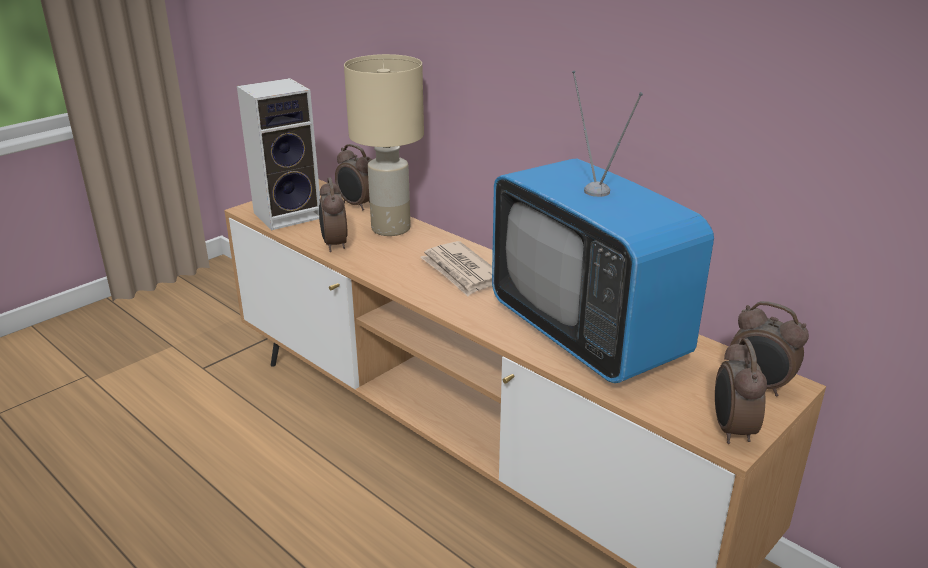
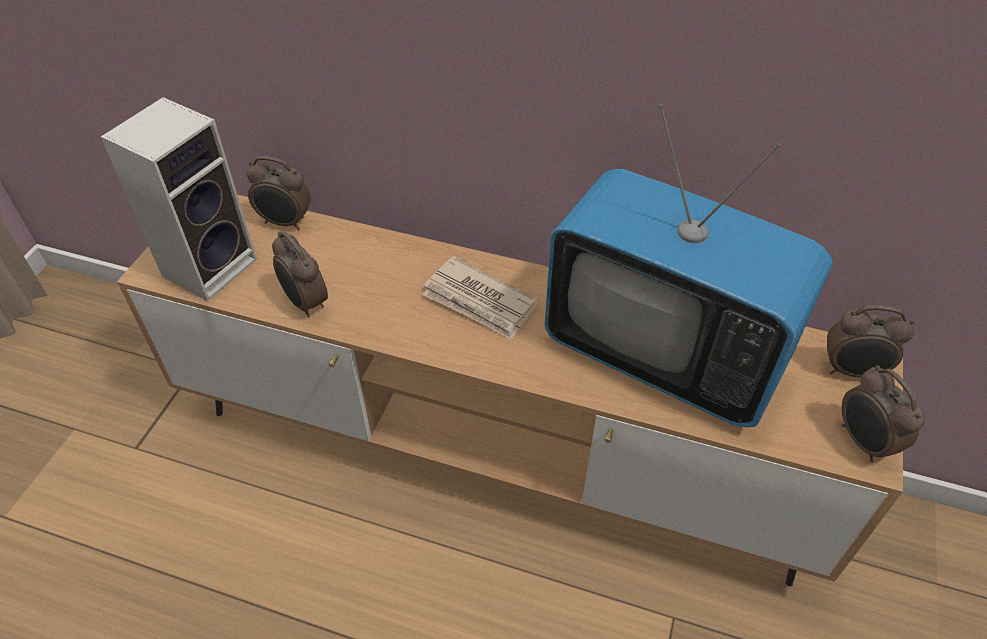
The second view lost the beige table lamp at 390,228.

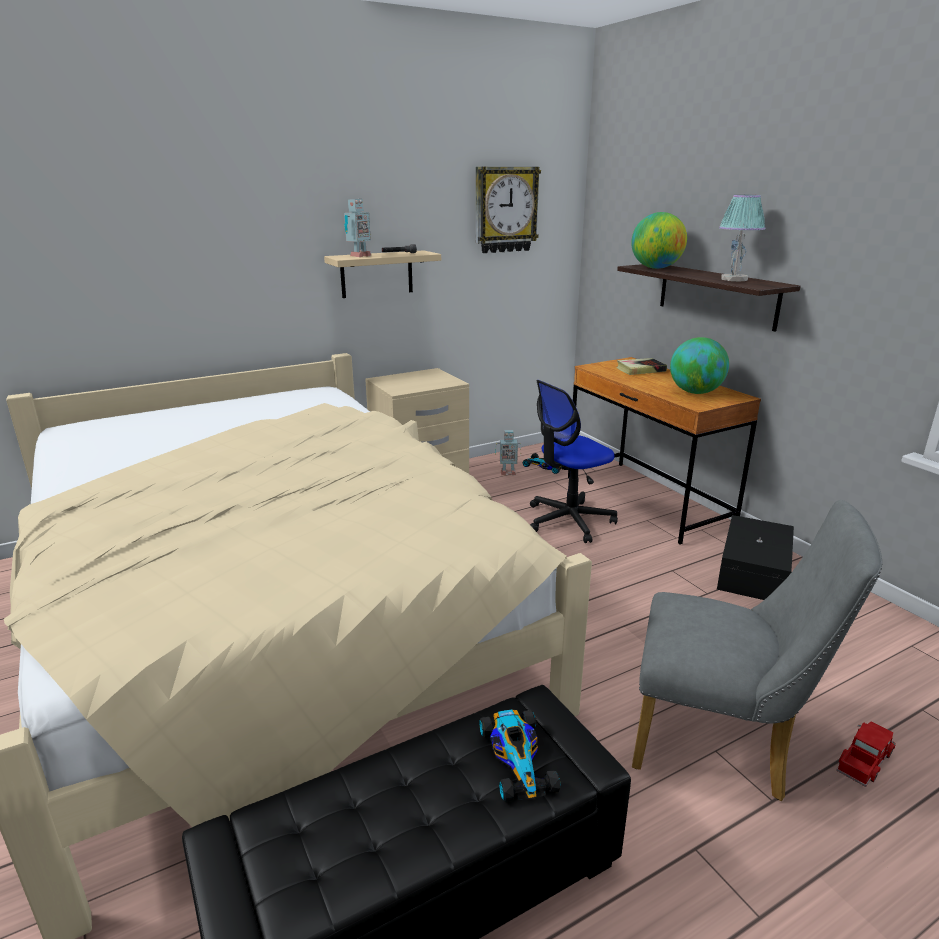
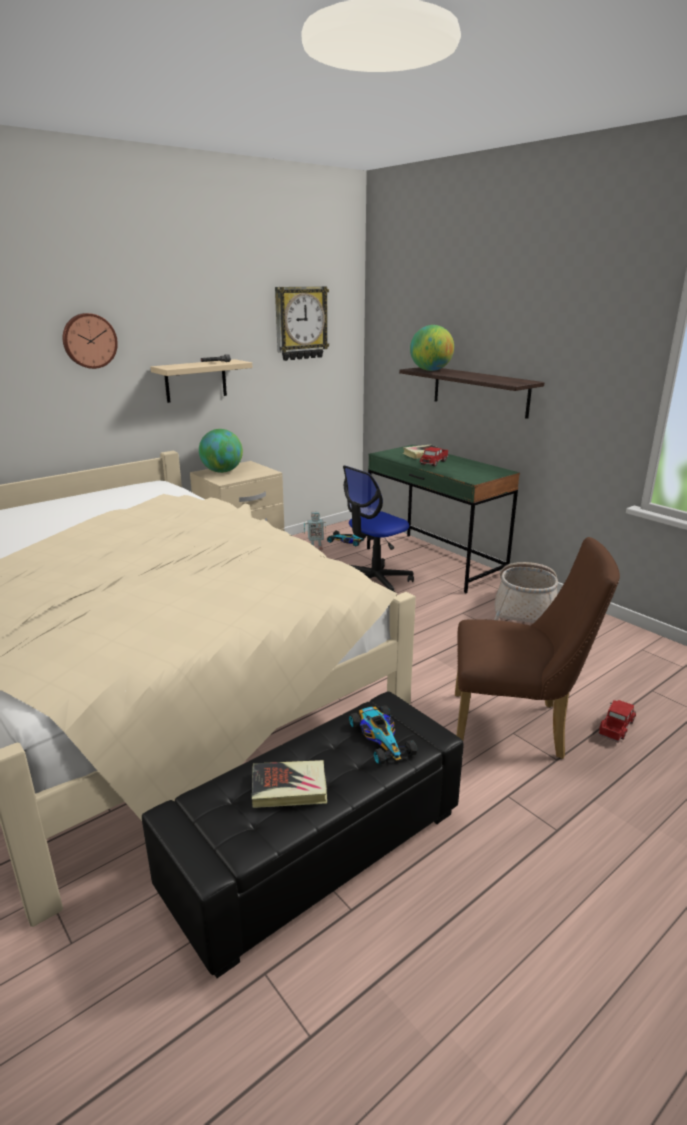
The second view gained the wall clock at 89,341. The globe ended up elsewhere, having gone from 695,392 to 222,471. The second view gained the book at 289,788. What was the brown desk at 646,500 turned into the green desk at 434,562. The second view gained the toy truck at 434,462. What was the grey chair at 721,743 turned into the brown chair at 516,727. Where the black storage box stood at 755,572, the basket came to stand at 525,609. The second view lost the toy robot at 358,256. The second view lost the table lamp at 734,279.

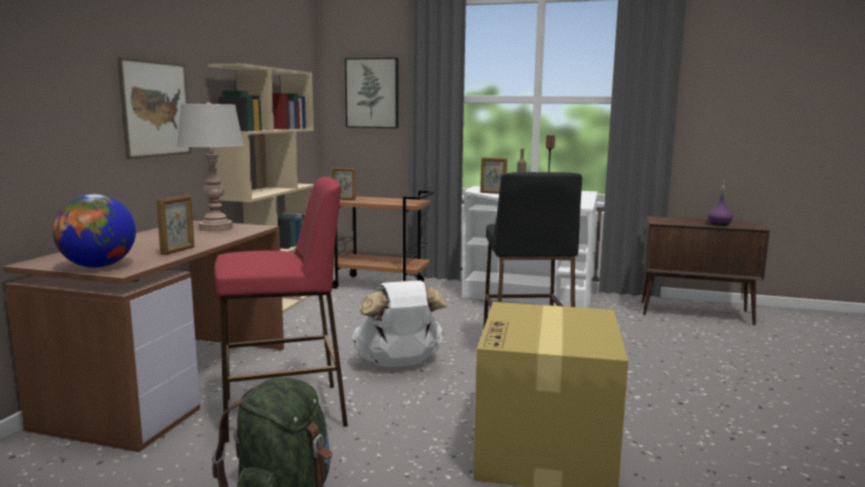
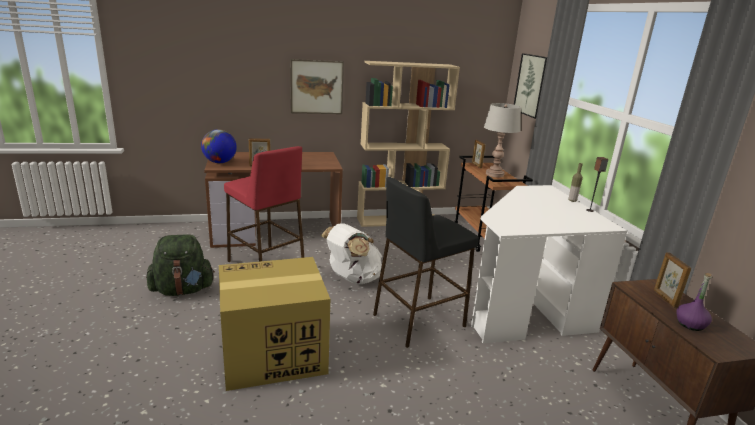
The grey table lamp ended up elsewhere, having gone from 215,228 to 494,174. The picture frame ended up elsewhere, having gone from 492,193 to 665,298.

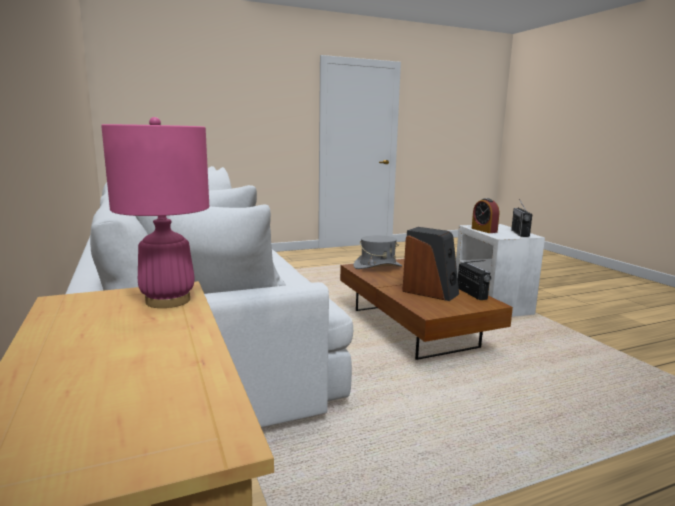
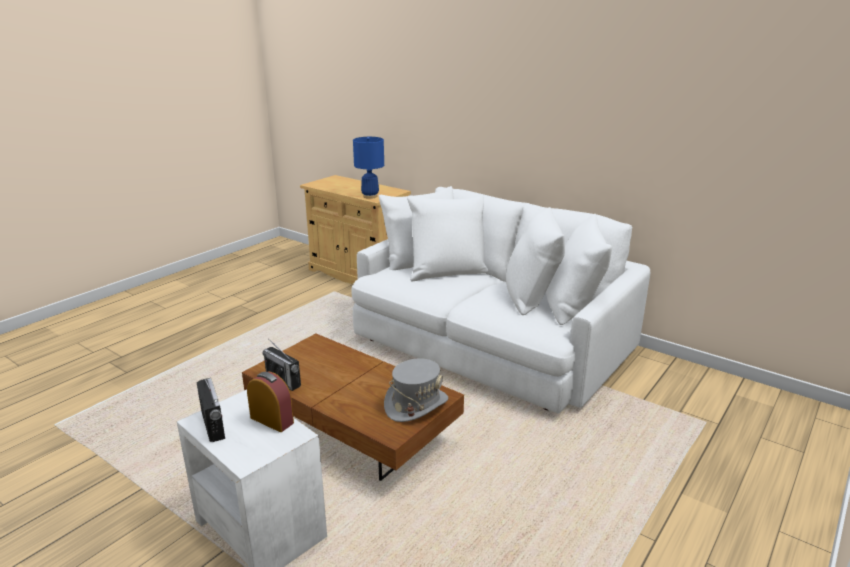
What was the pink table lamp at 168,300 turned into the blue table lamp at 370,196. The second view lost the speaker at 430,292.

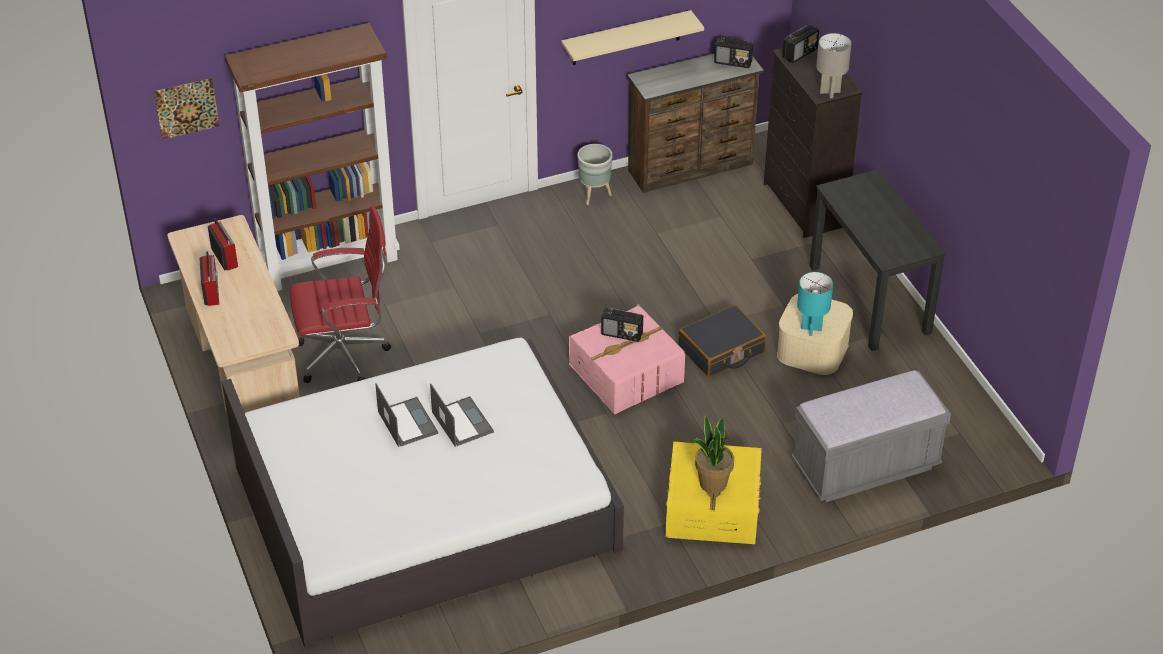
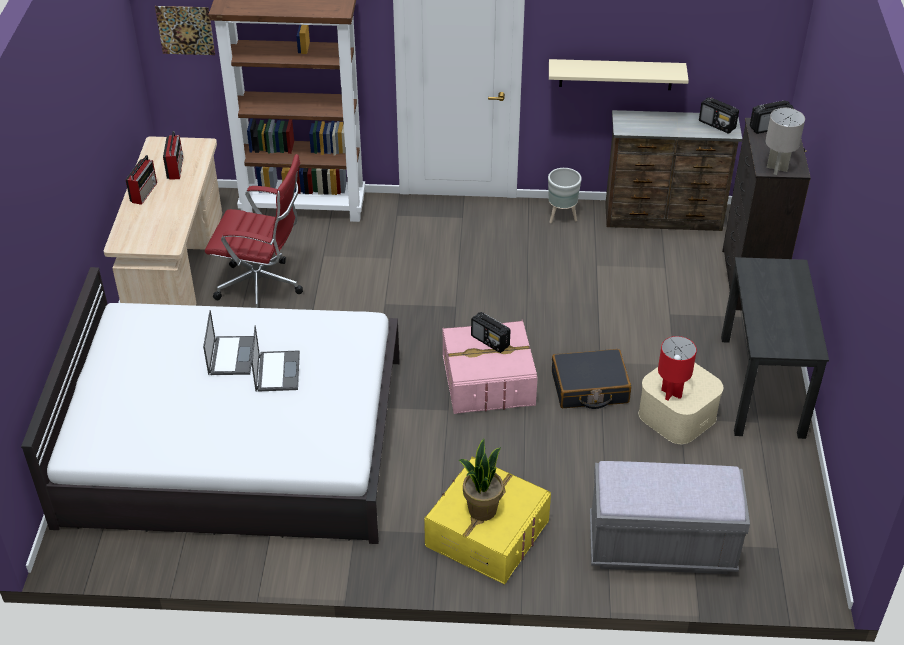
What was the turquoise table lamp at 811,328 turned into the red table lamp at 671,393.

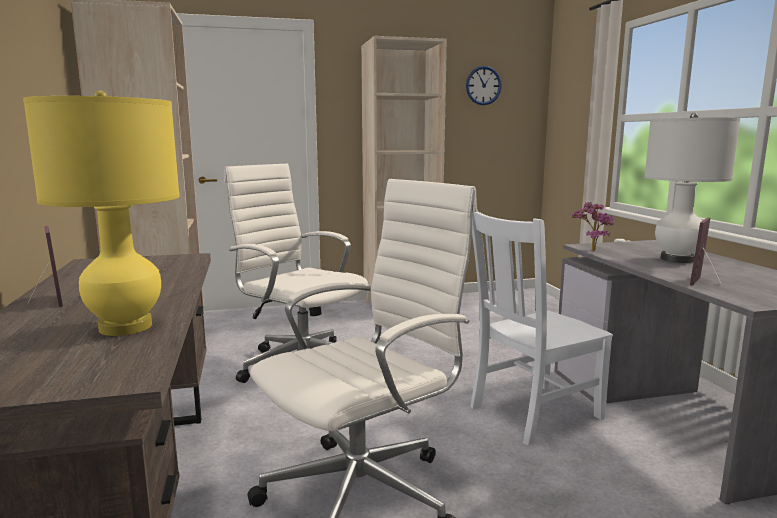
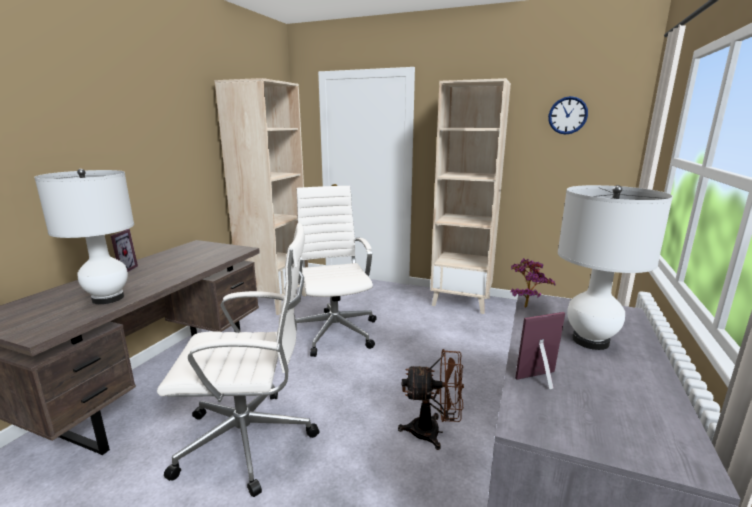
What was the yellow table lamp at 125,327 turned into the white table lamp at 108,298. Where the white chair stood at 532,413, the brown fan came to stand at 433,432.

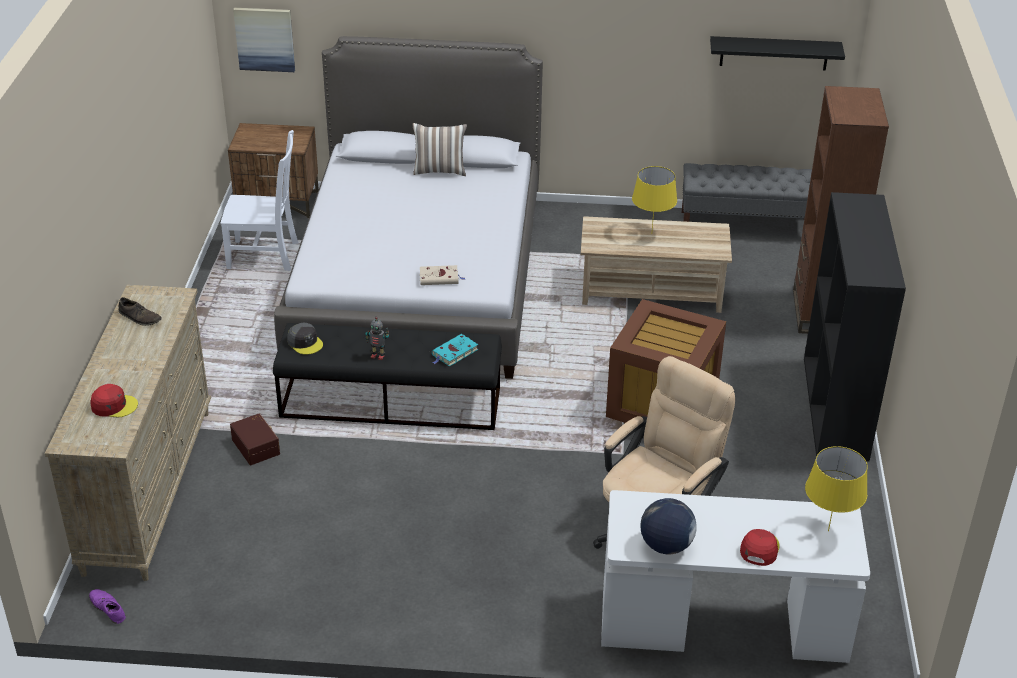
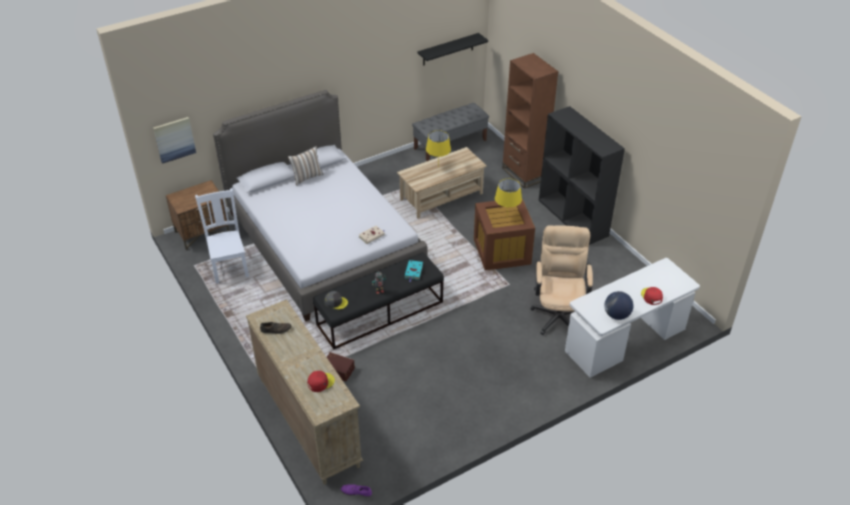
The white chair at 265,256 ended up facing another way, 75 degrees counterclockwise from before. The yellow table lamp ended up elsewhere, having gone from 828,531 to 506,217.

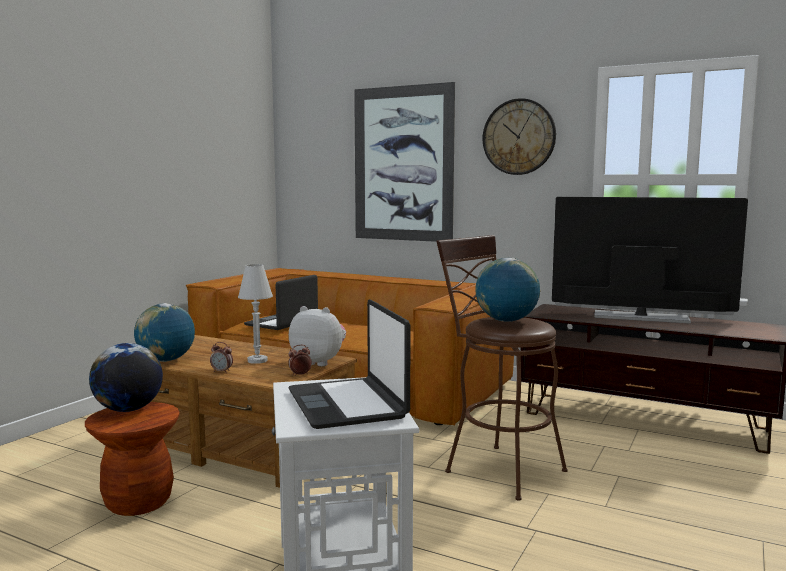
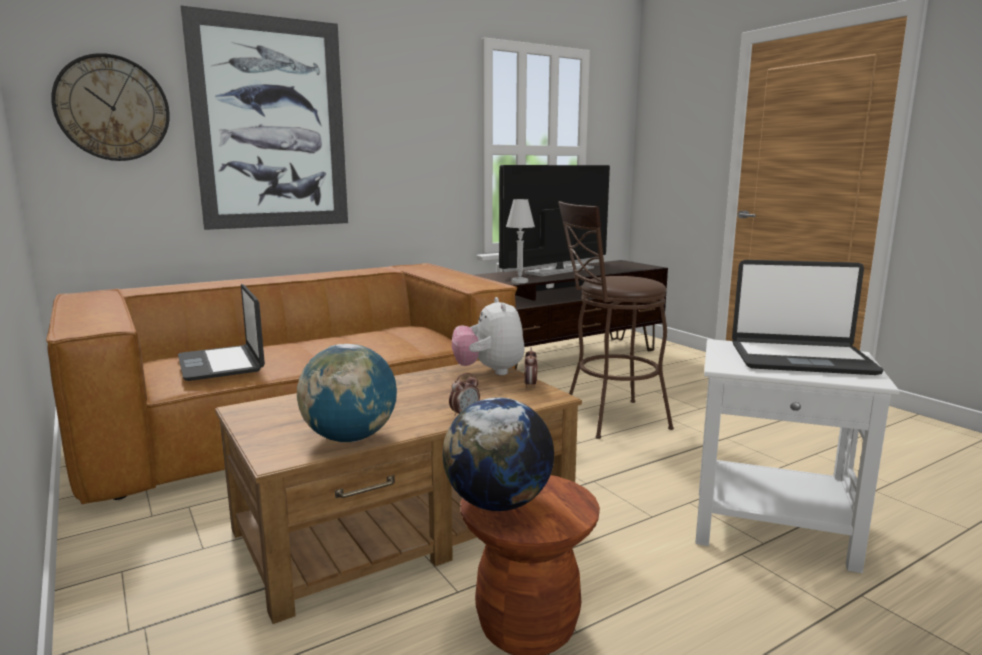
The wall clock ended up elsewhere, having gone from 519,137 to 112,108. The plush toy at 319,362 ended up facing another way, 60 degrees counterclockwise from before. The white table lamp ended up elsewhere, having gone from 257,360 to 519,281. The second view lost the globe at 506,321.

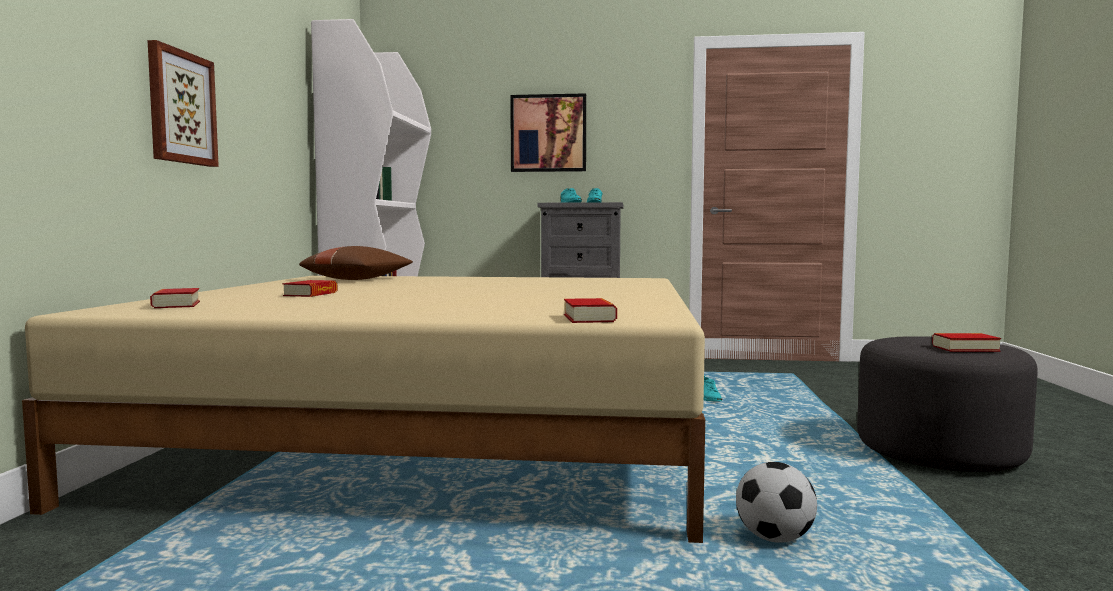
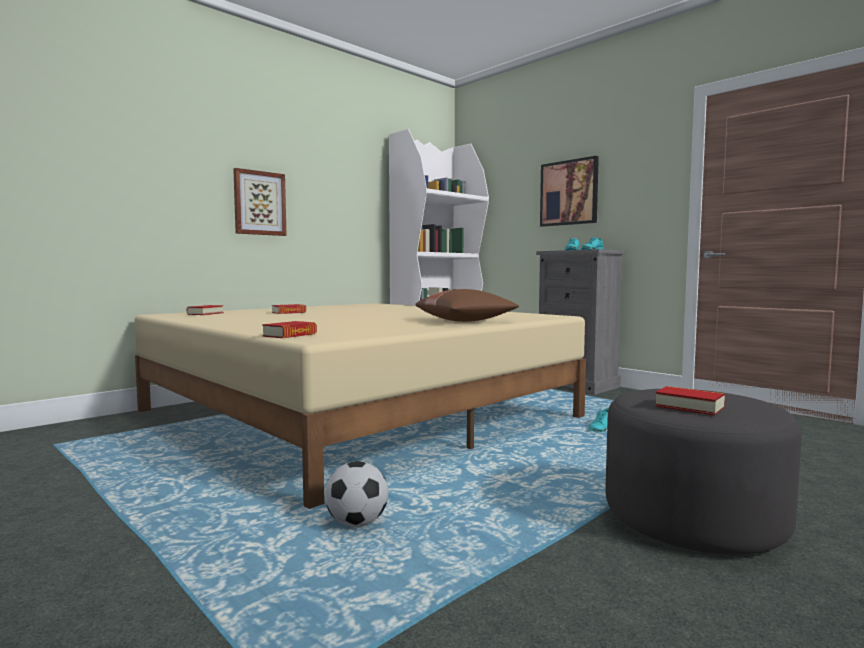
The brown pillow ended up elsewhere, having gone from 358,279 to 466,321.

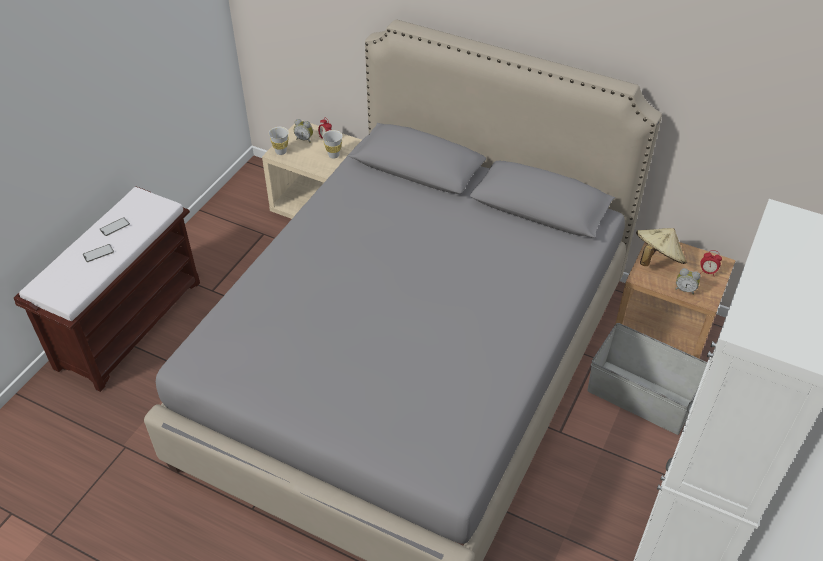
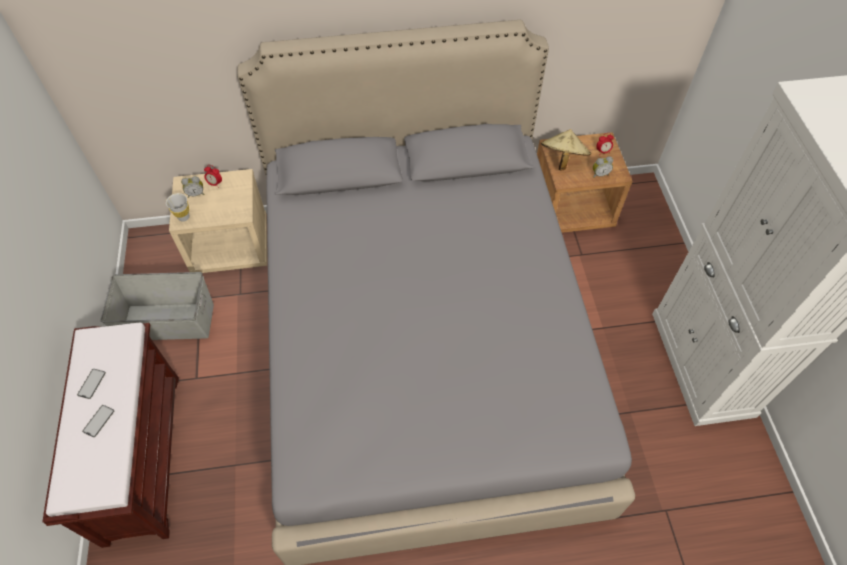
The grey storage box ended up elsewhere, having gone from 640,396 to 168,321. The second view lost the white cup at 334,155.

